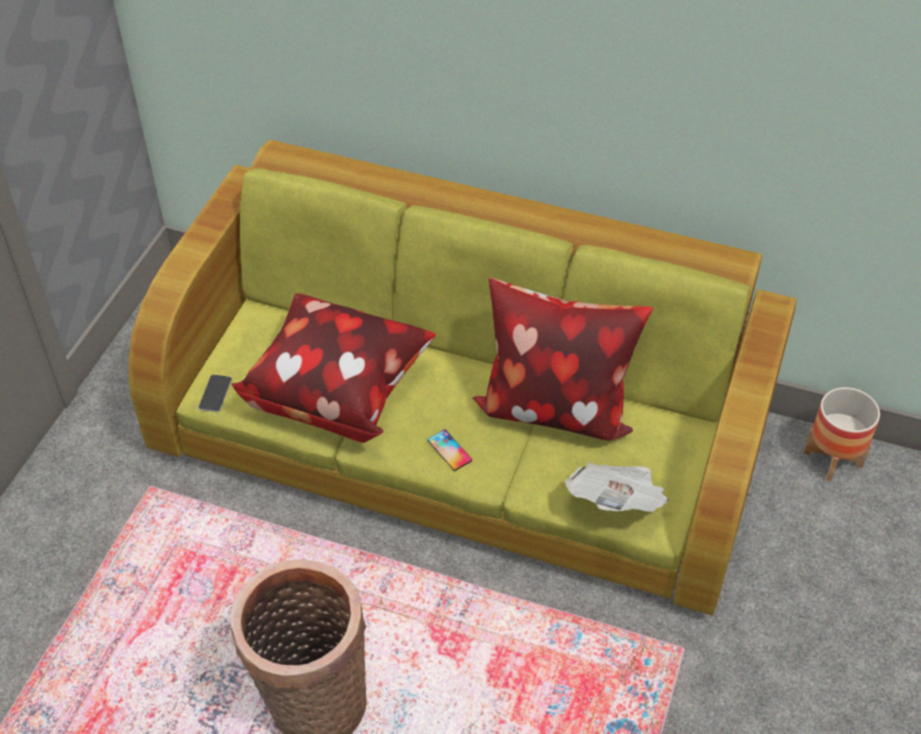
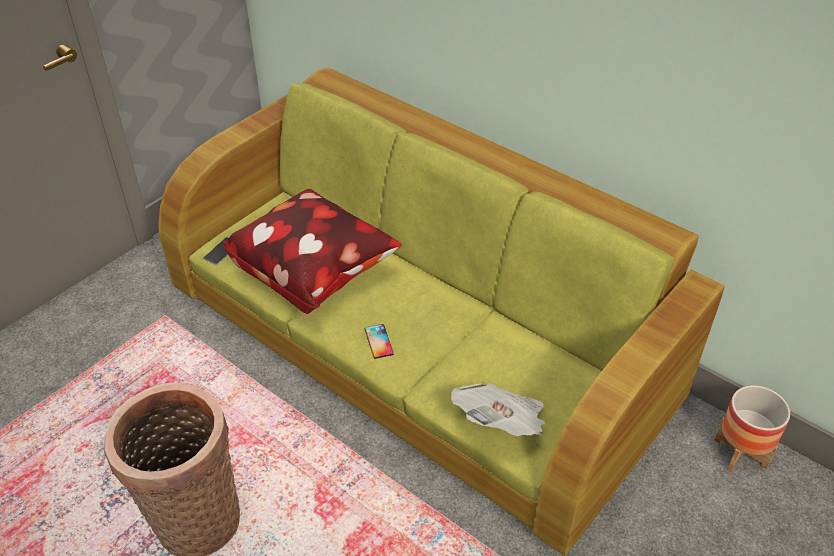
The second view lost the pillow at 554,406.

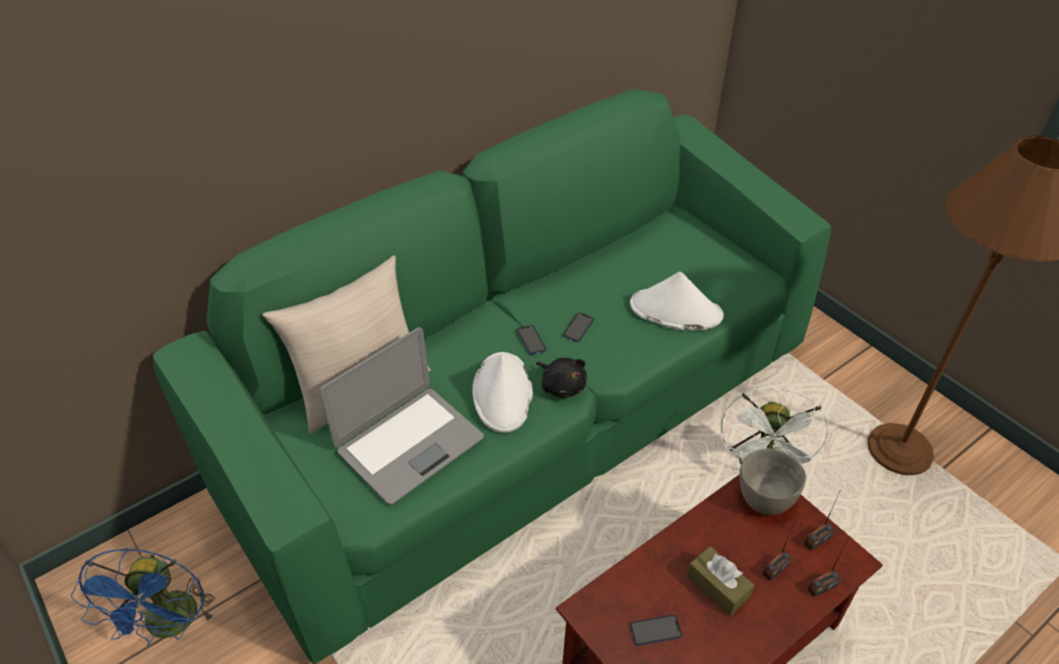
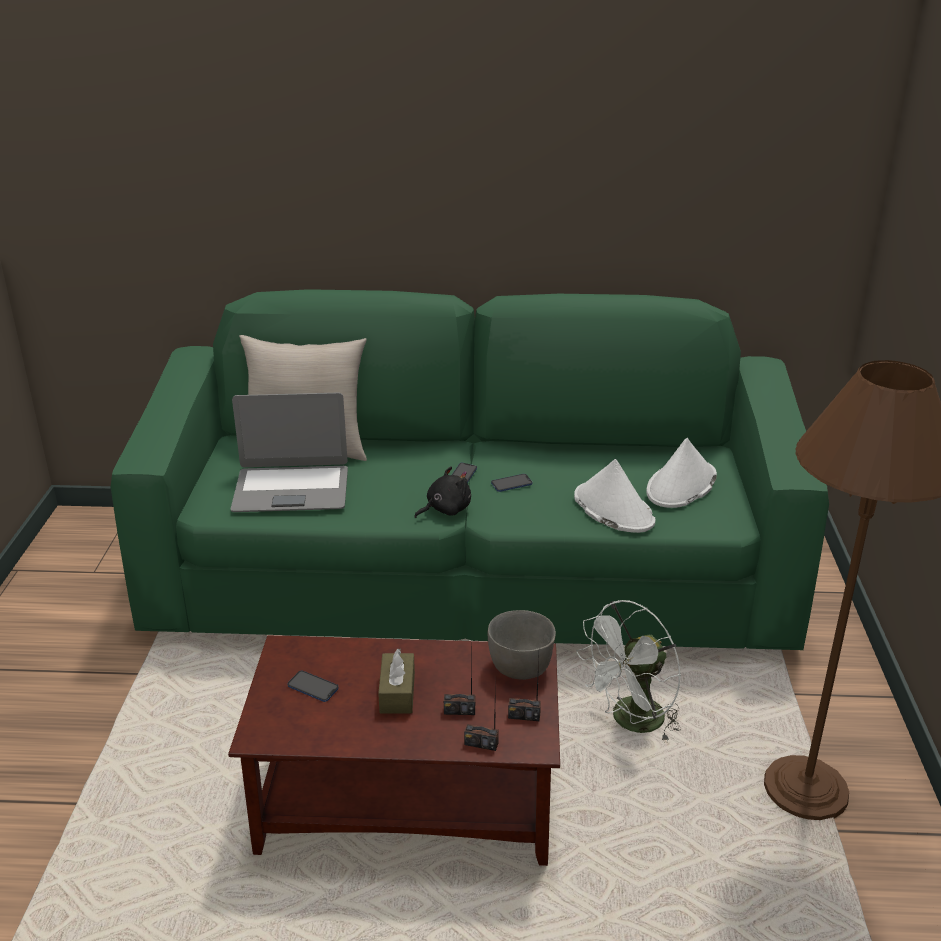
The black plush toy at 562,385 ended up facing another way, 120 degrees counterclockwise from before. The white hat ended up elsewhere, having gone from 503,393 to 681,485. The second view lost the blue fan at 170,626.

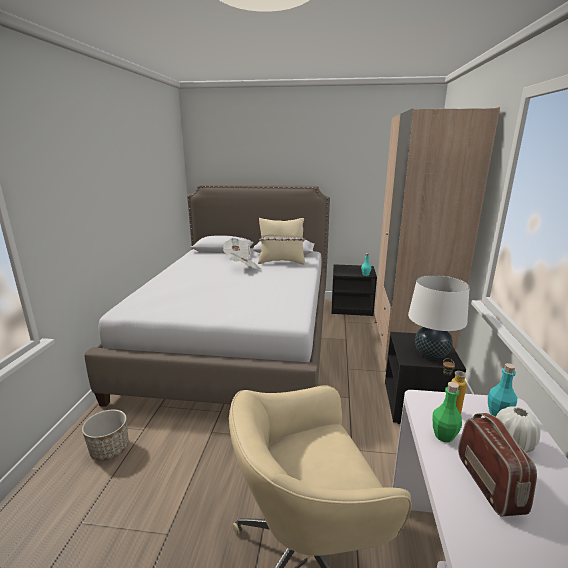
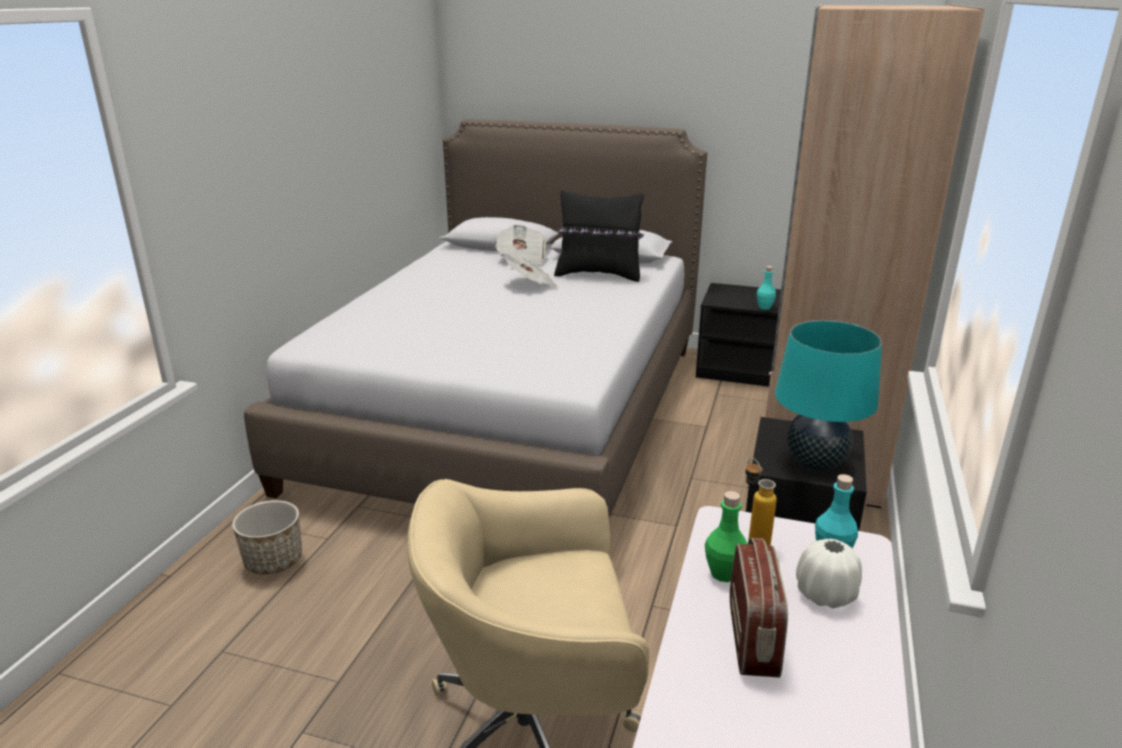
What was the beige pillow at 281,262 turned into the black pillow at 599,275. What was the white table lamp at 431,354 turned into the turquoise table lamp at 815,462.

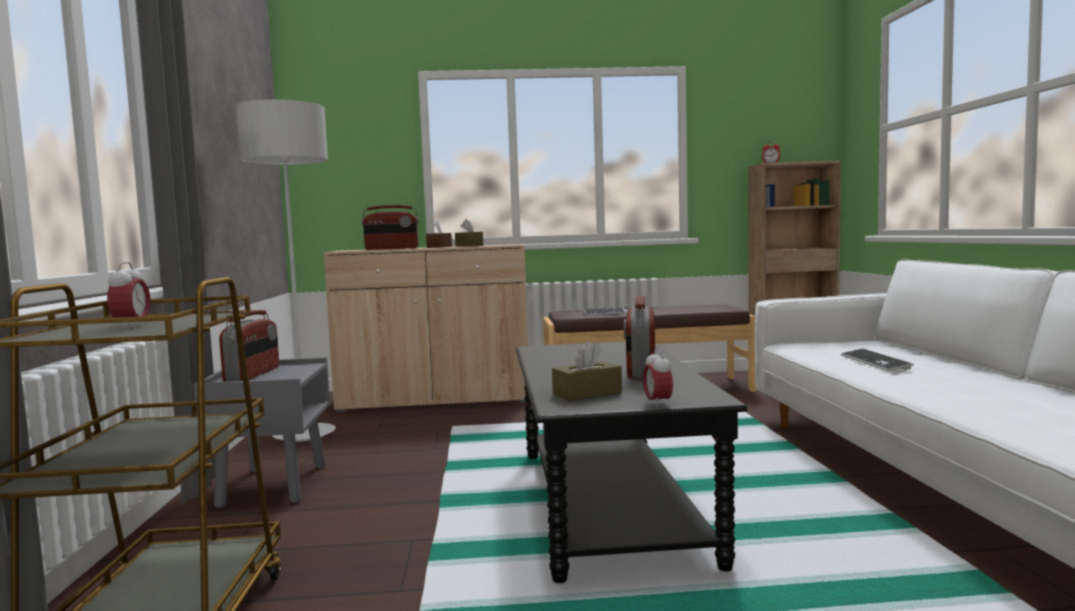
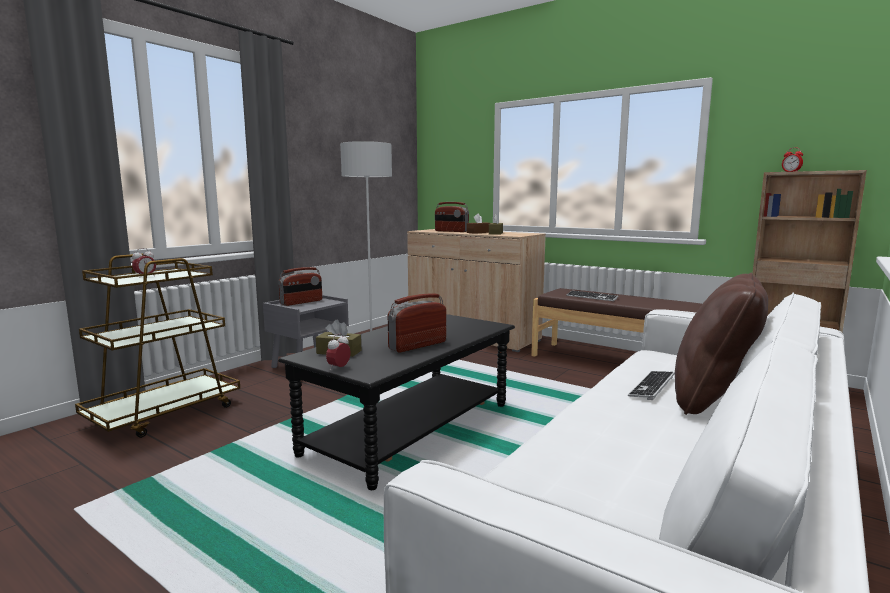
The second view gained the brown pillow at 713,399.

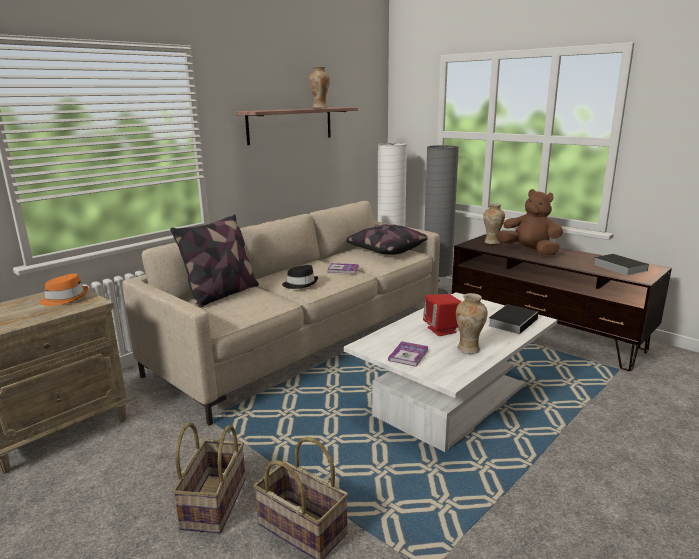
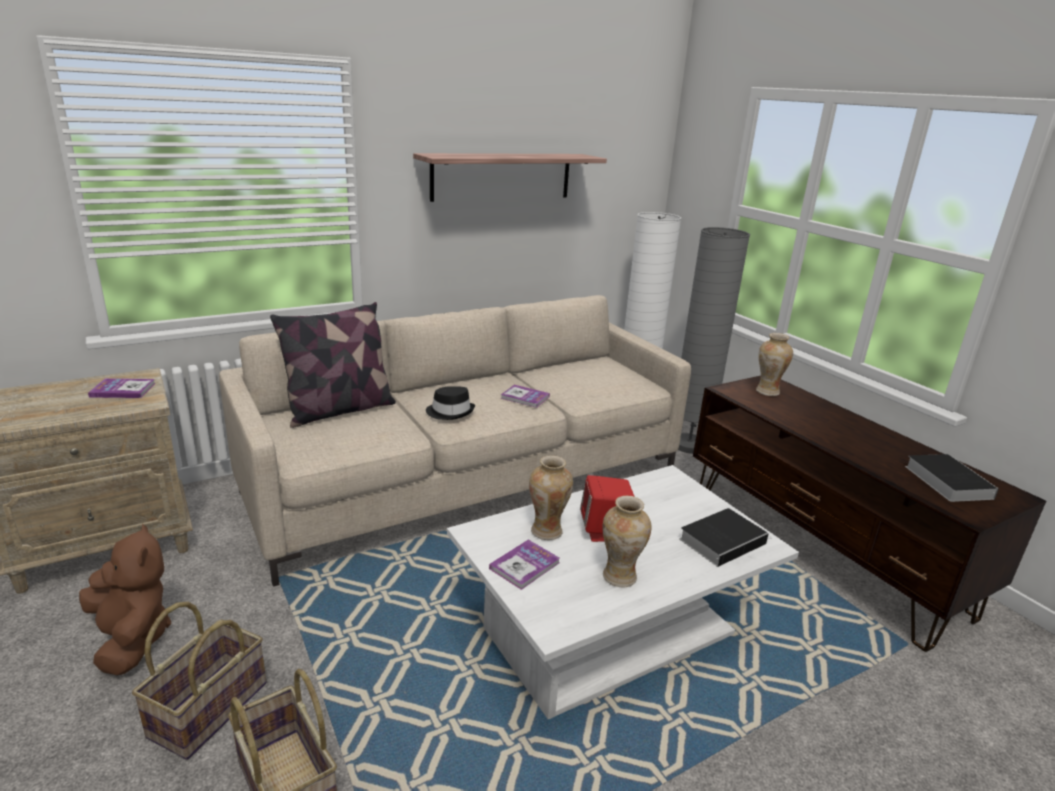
The brown plush toy ended up elsewhere, having gone from 529,251 to 131,639. Where the orange hat stood at 65,298, the book came to stand at 123,390. The vase ended up elsewhere, having gone from 320,108 to 547,531. The second view lost the pillow at 385,250.

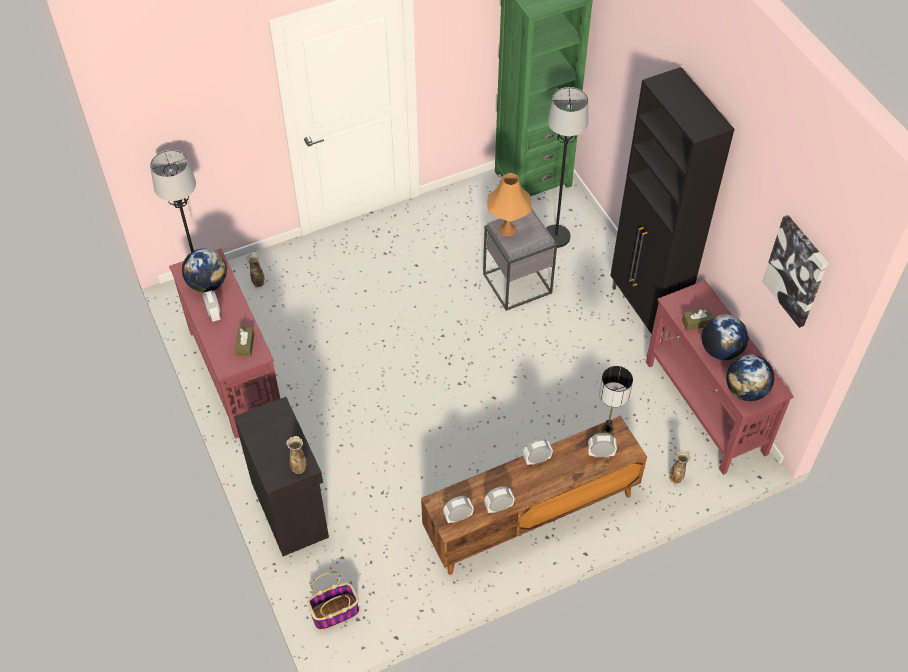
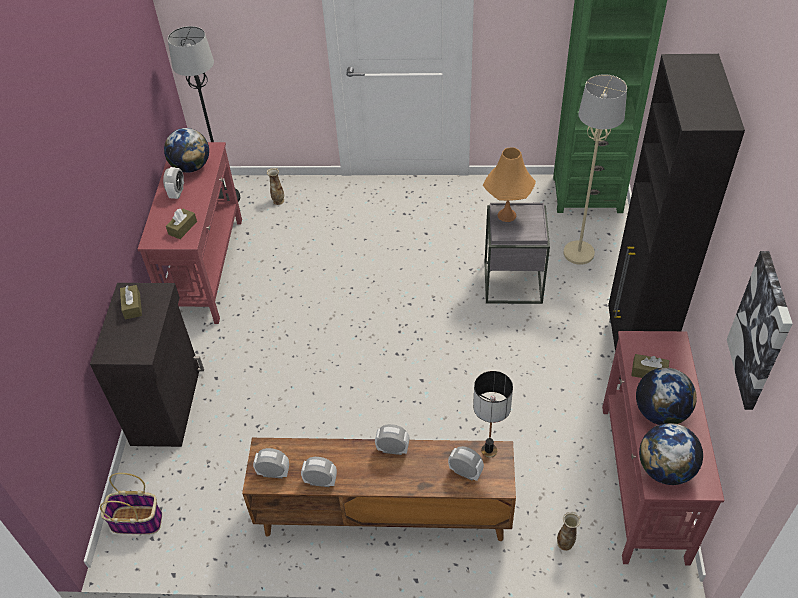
The second view gained the brown tissue box at 132,306. What was the black floor lamp at 556,237 turned into the beige floor lamp at 579,253. The second view lost the vase at 299,467.

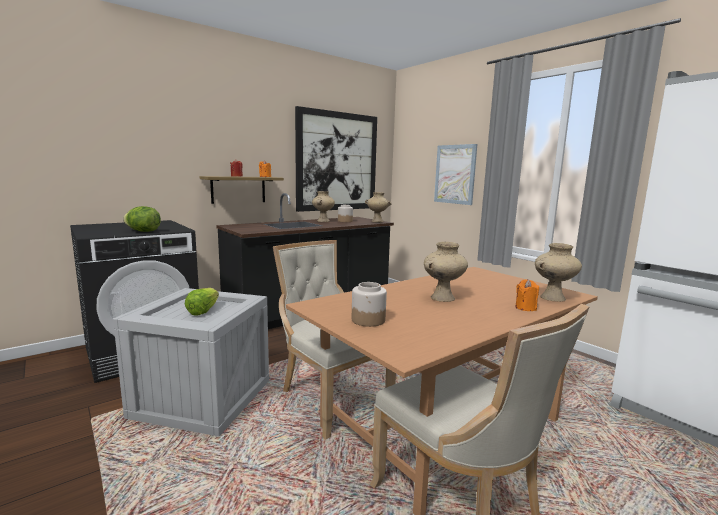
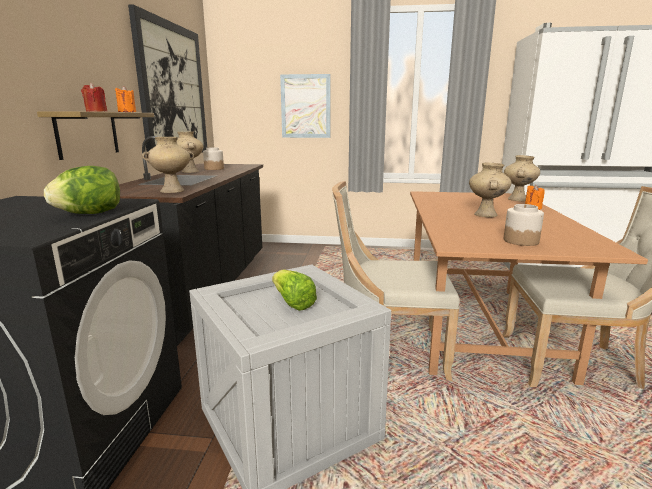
The beige vase ended up elsewhere, having gone from 377,221 to 173,191.

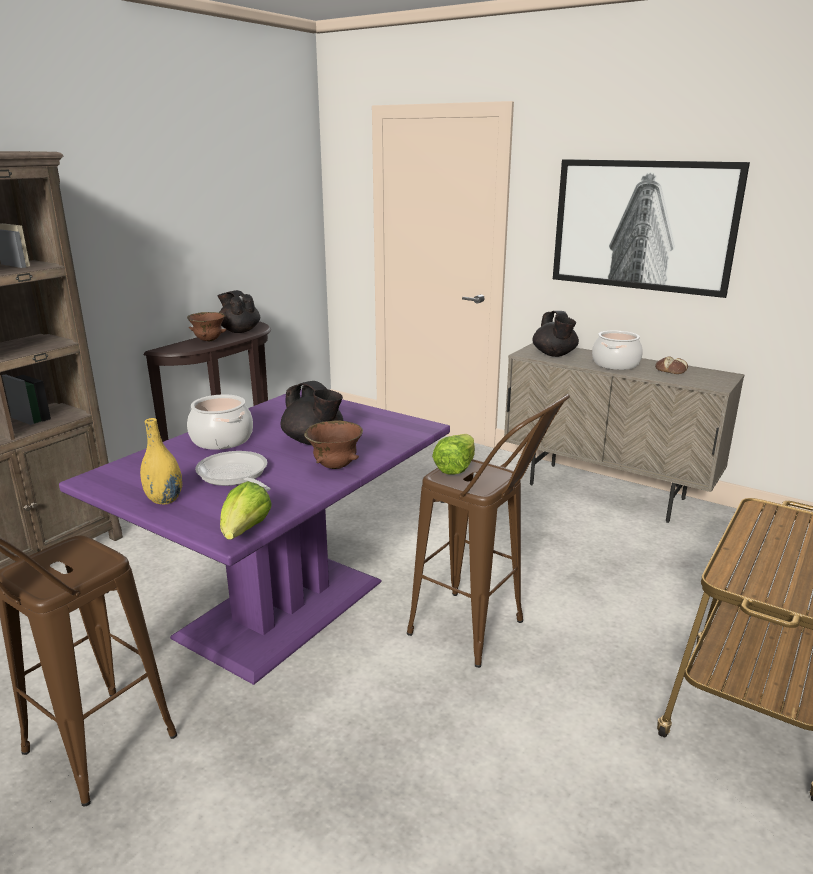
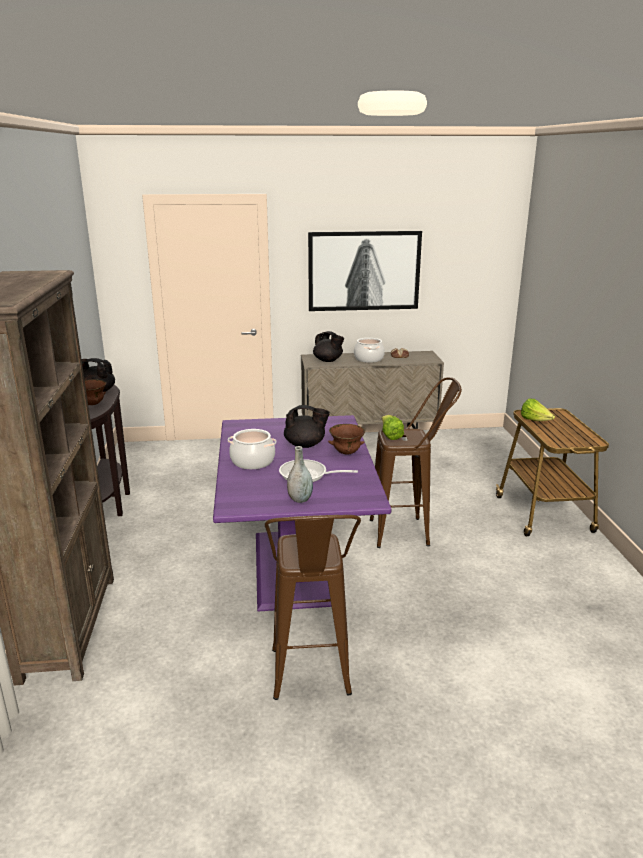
What was the yellow vase at 164,500 turned into the grey vase at 300,499. The lettuce ended up elsewhere, having gone from 245,532 to 535,421.

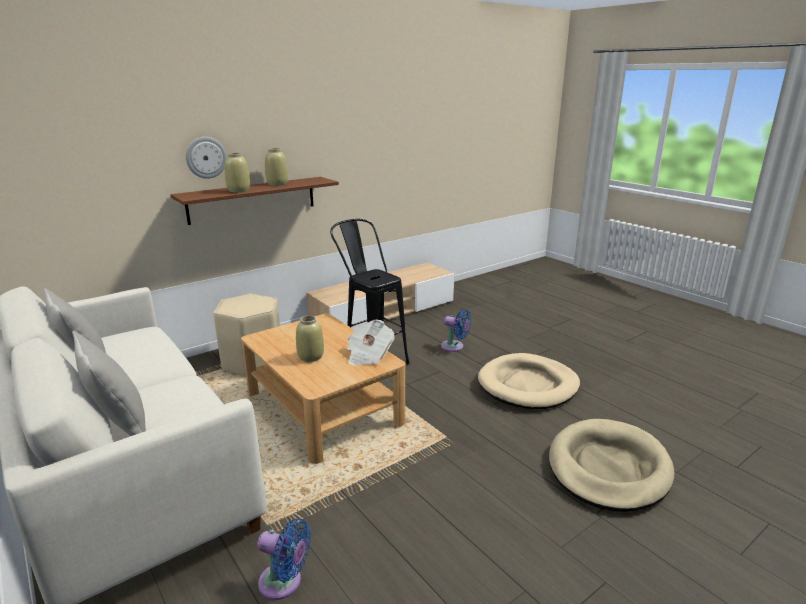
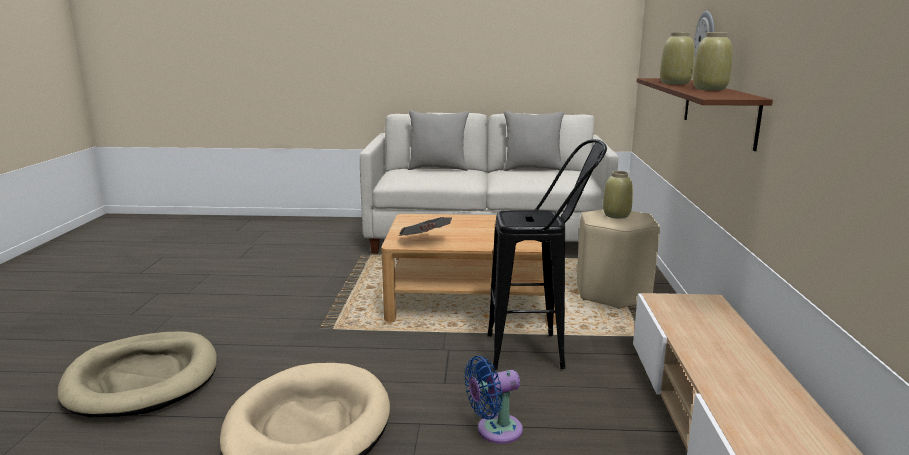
The beige vase ended up elsewhere, having gone from 310,357 to 616,215. The second view lost the blue fan at 284,583.

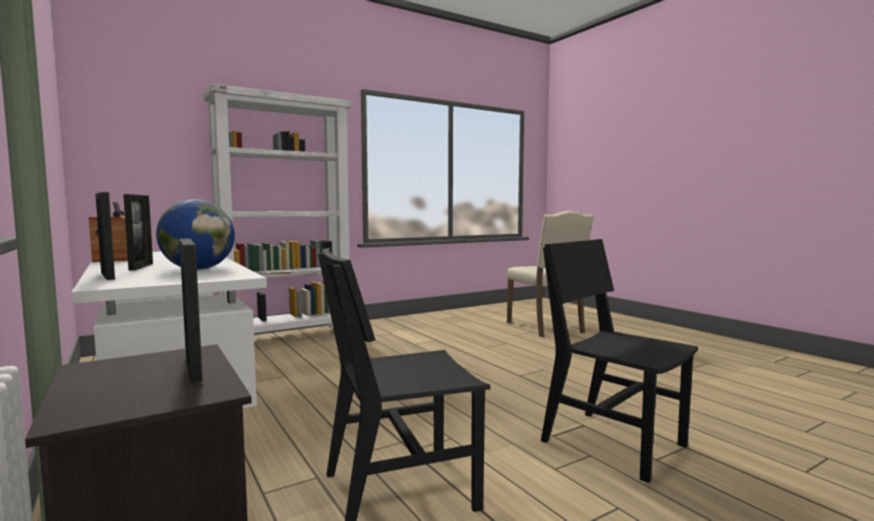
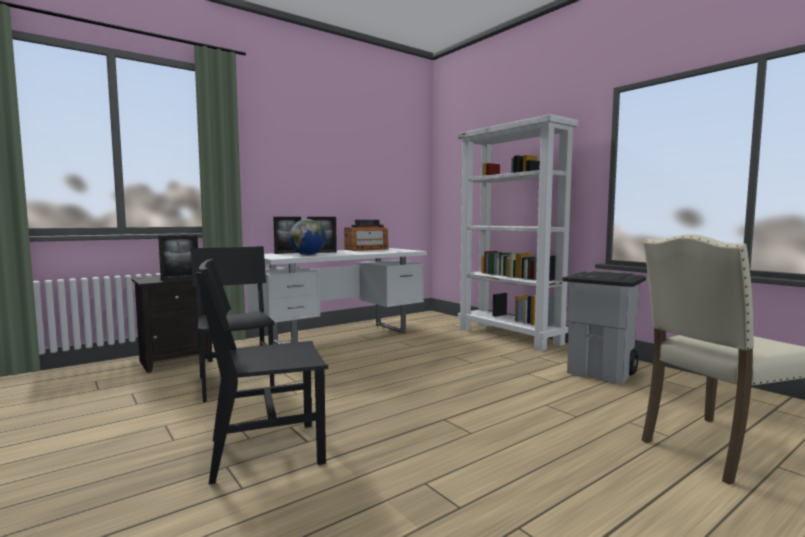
The black chair at 613,443 ended up facing another way, 150 degrees counterclockwise from before. The second view gained the grey trash can at 602,373.

